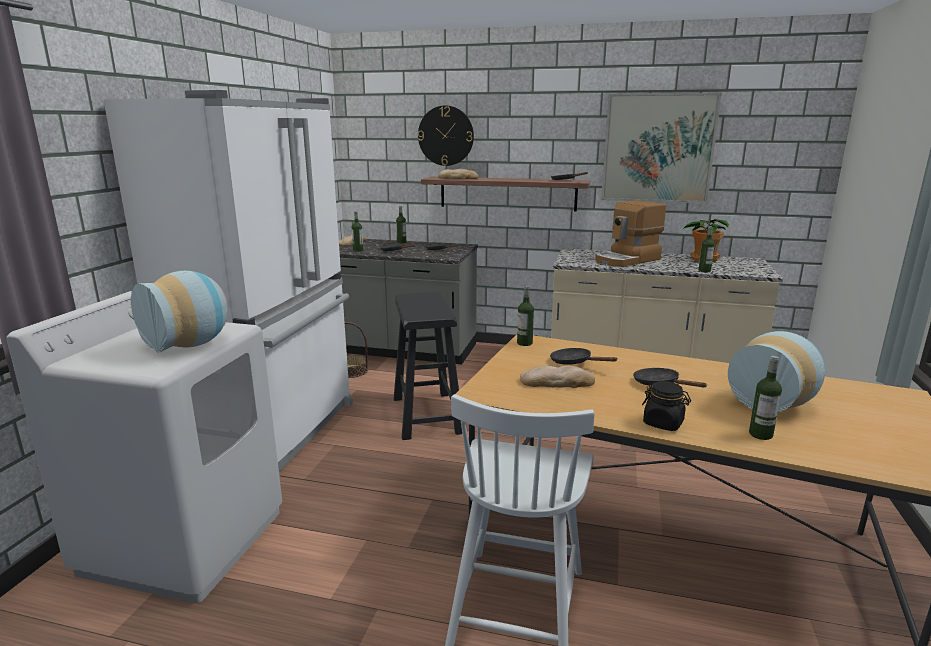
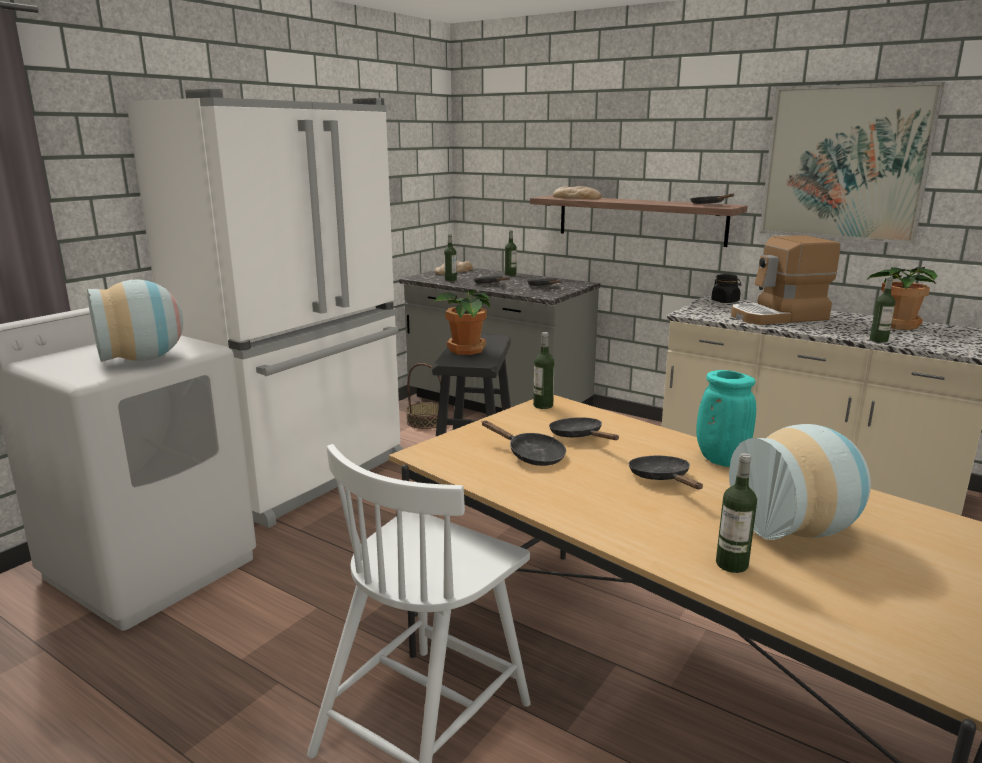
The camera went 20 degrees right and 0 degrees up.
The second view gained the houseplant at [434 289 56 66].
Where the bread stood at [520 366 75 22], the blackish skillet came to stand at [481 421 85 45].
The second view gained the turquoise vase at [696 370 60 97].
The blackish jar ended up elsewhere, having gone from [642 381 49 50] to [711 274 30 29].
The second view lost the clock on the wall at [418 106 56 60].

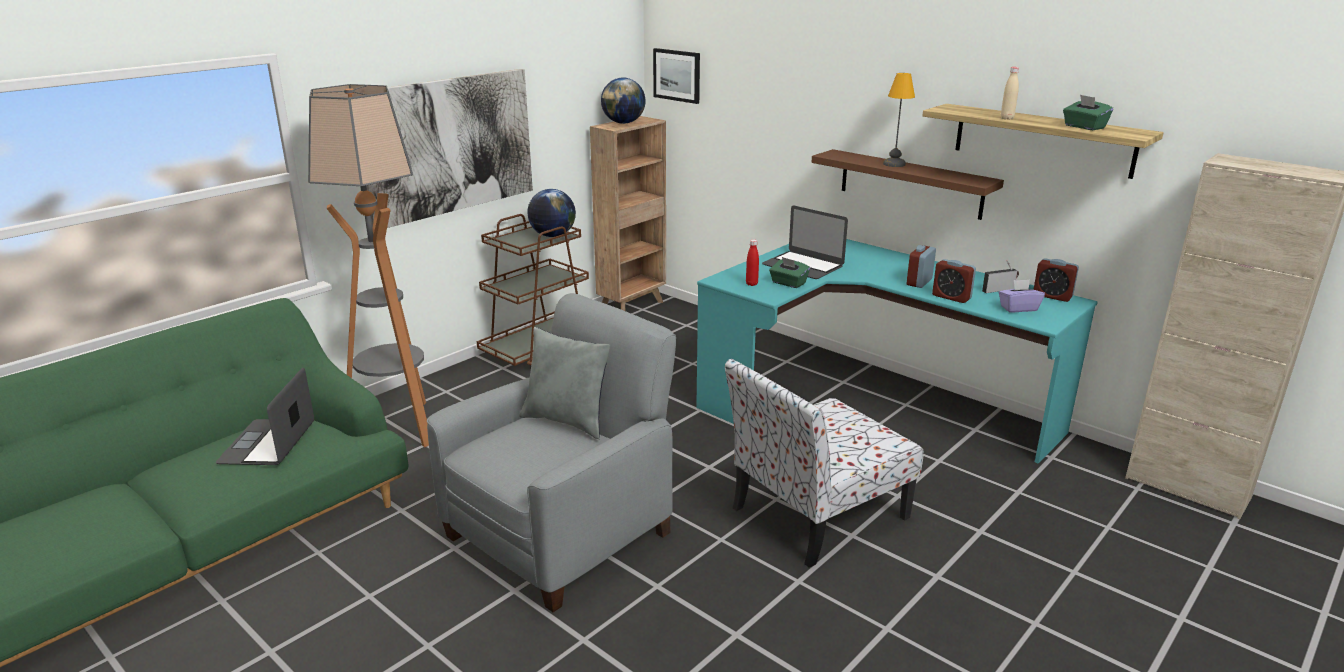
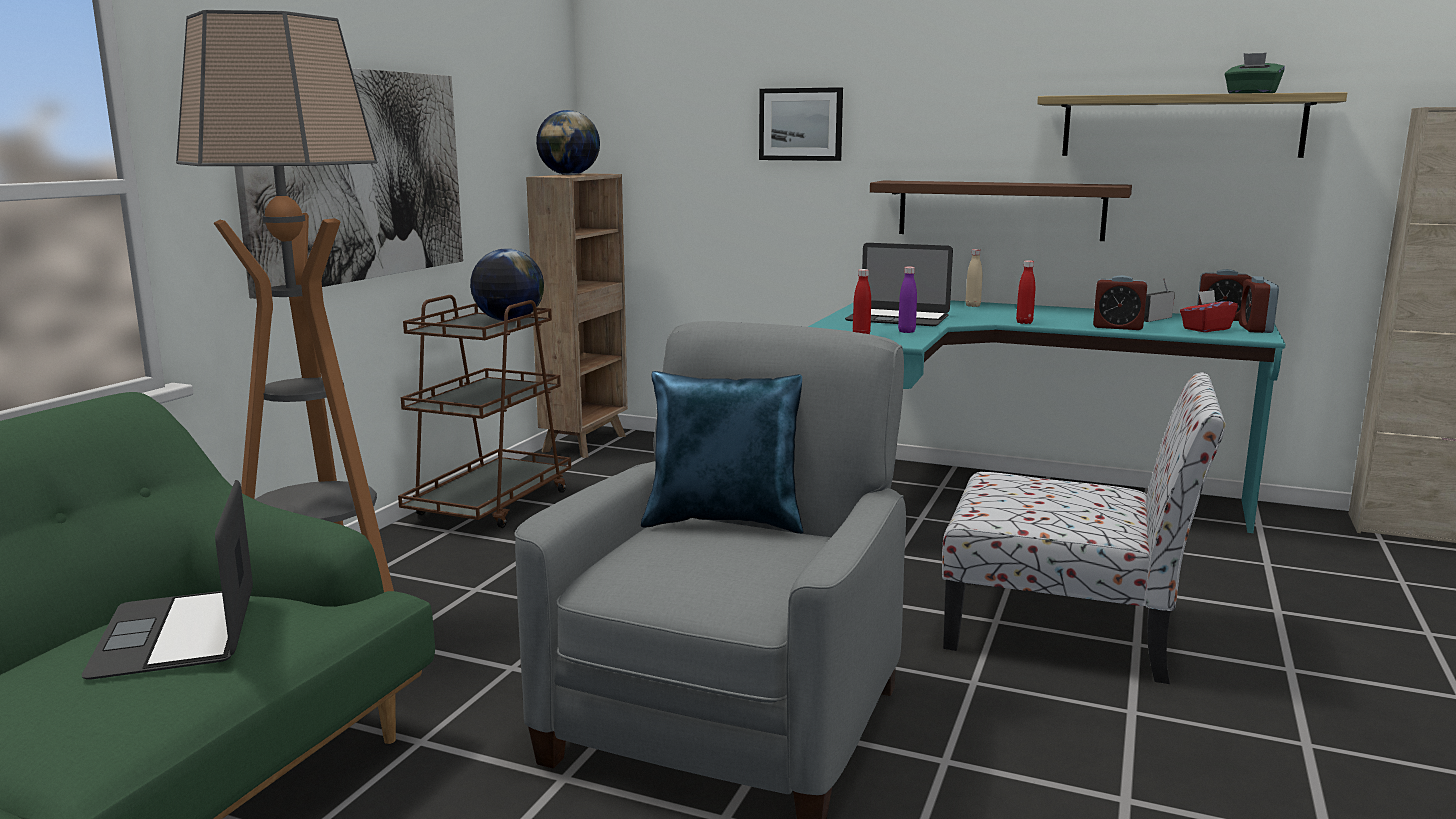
The camera went 20 degrees left and 10 degrees down.
What was the gray cushion at [519 327 91 112] turned into the blue-coloured cushion at [641 371 162 163].
The wall art ended up elsewhere, having gone from [653 48 47 56] to [759 87 84 74].
Where the green-coloured tissue holder stood at [769 257 41 31], the purple-coloured bottle came to stand at [898 267 19 66].
The upright chair at [725 359 199 209] ended up facing another way, 105 degrees counterclockwise from before.
The sand-coloured bottle ended up elsewhere, having gone from [1001 67 18 53] to [966 249 16 58].
The second view gained the red-coloured bottle at [1016 260 19 64].
What was the purple-coloured tissue holder at [999 279 46 34] turned into the red-coloured tissue holder at [1180 290 58 42].
The alarm clock ended up elsewhere, having gone from [907 245 29 43] to [1239 276 40 57].
The second view lost the lamp for a table at [883 73 32 94].

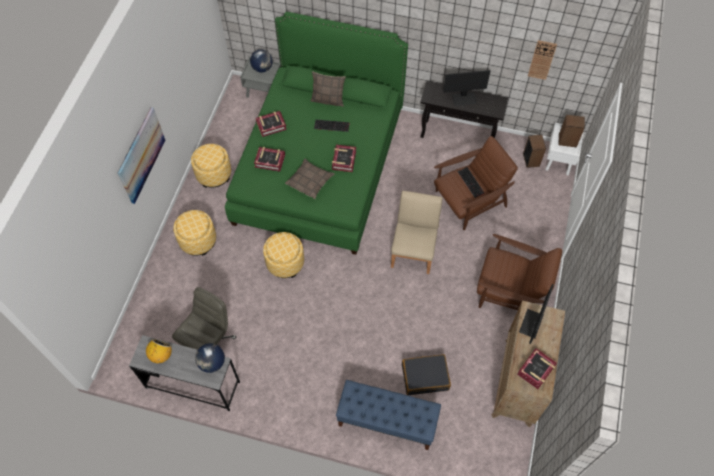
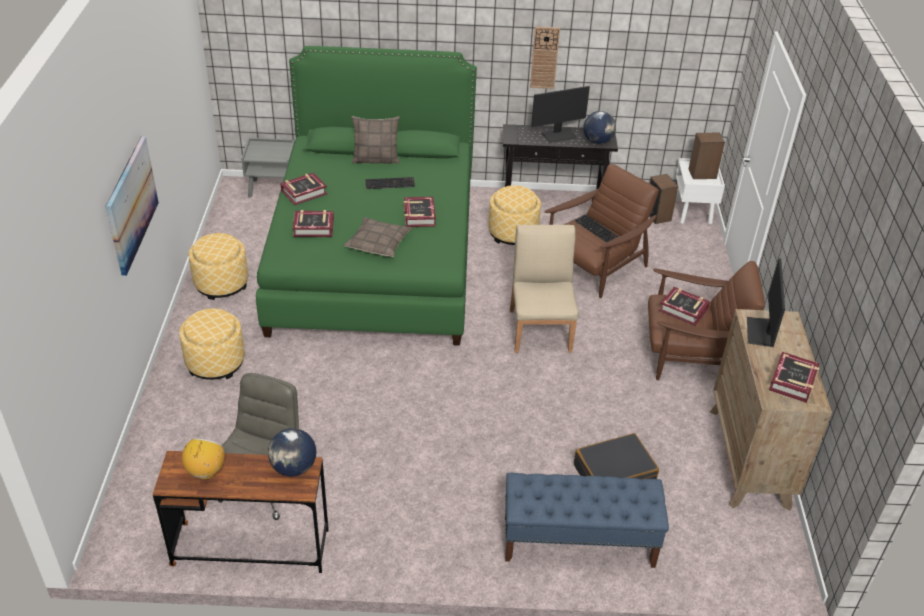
The camera went 15 degrees left and 20 degrees down.
What was the gray desk unit at [129 335 111 76] turned into the brownish desk unit at [153 451 176 122].
The footrest ended up elsewhere, having gone from [263 232 41 46] to [488 185 53 60].
The clock on the wall ended up elsewhere, having gone from [528 40 29 40] to [530 27 30 62].
The globe ended up elsewhere, having gone from [250 50 23 23] to [583 111 33 33].
The second view gained the volume at [659 287 51 39].

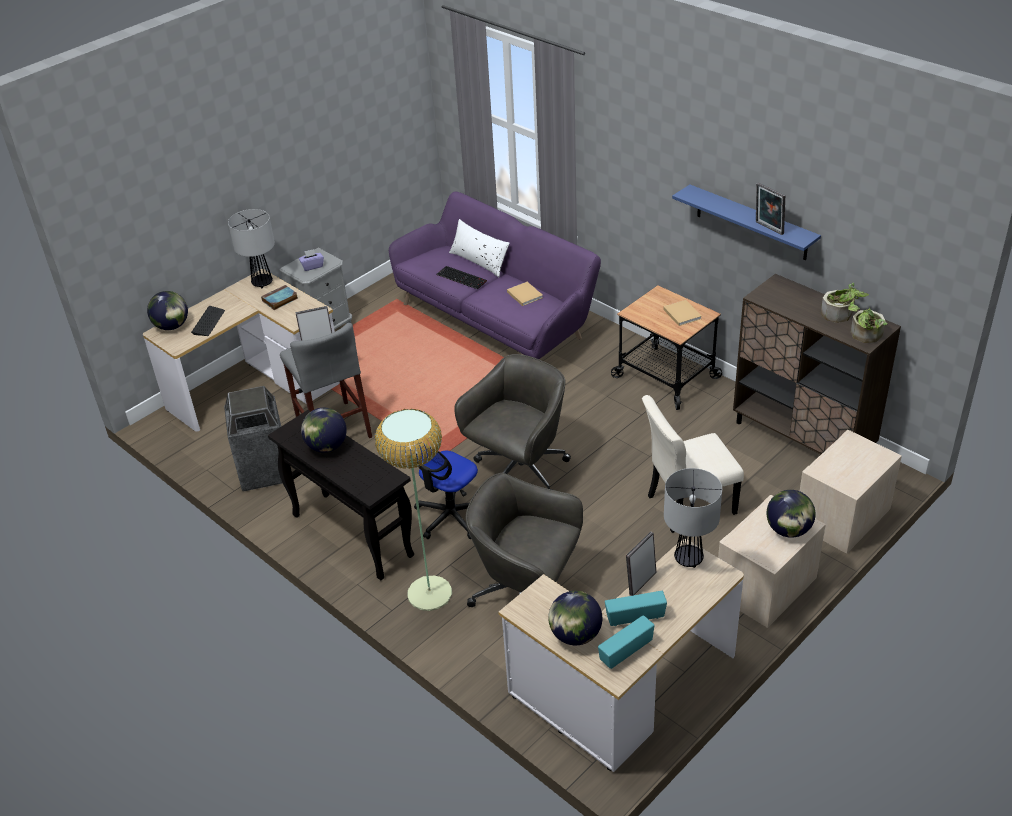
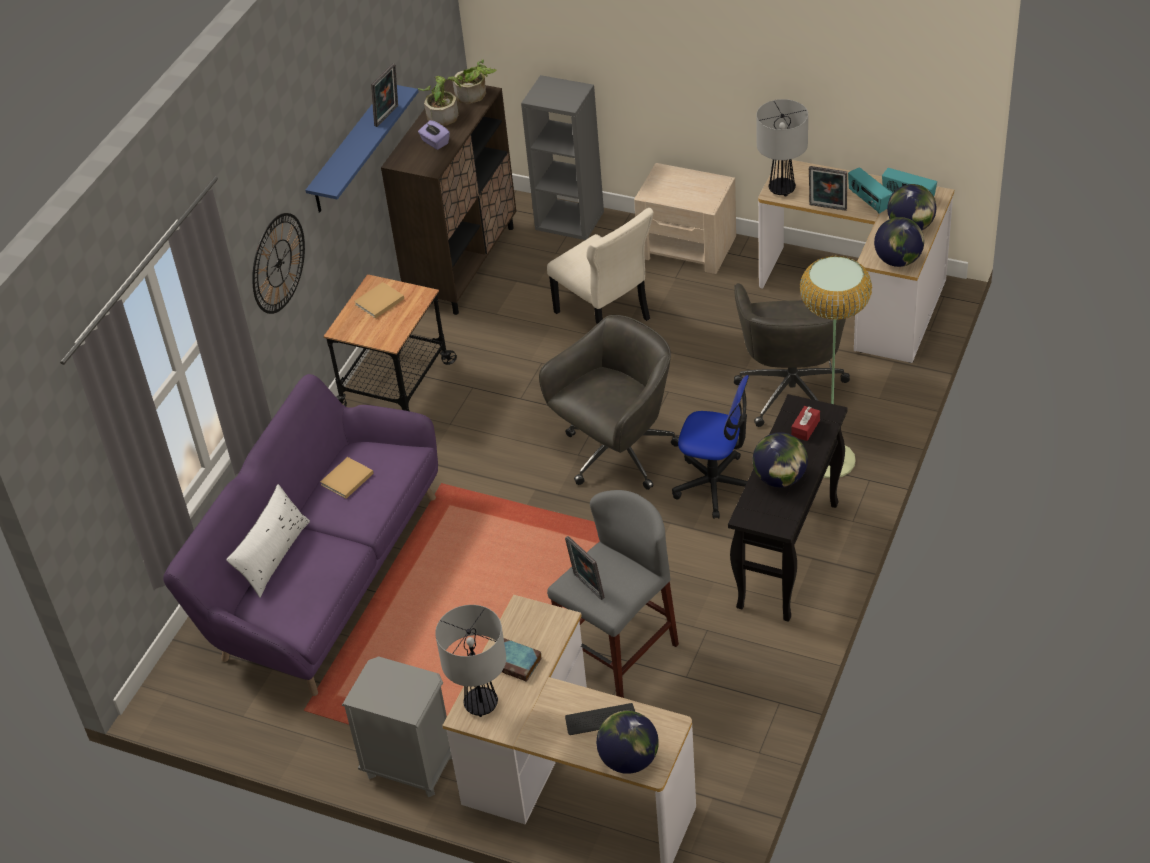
The camera went 110 degrees left and 5 degrees up.
The second view gained the clock on the wall at [252 213 53 101].
The purple-coloured tissue holder ended up elsewhere, having gone from [299 249 25 22] to [418 120 32 30].
Where the sand-coloured night table stood at [800 430 102 124], the gray bookshelf came to stand at [521 75 83 165].
The gray office chair at [454 354 117 136] ended up facing another way, 120 degrees clockwise from before.
The second view gained the red-coloured tissue holder at [791 406 29 35].
The globe ended up elsewhere, having gone from [767 490 49 48] to [874 217 50 50].
The second view lost the waste bin at [224 386 58 105].
The second view lost the keyboard at [436 266 51 23].

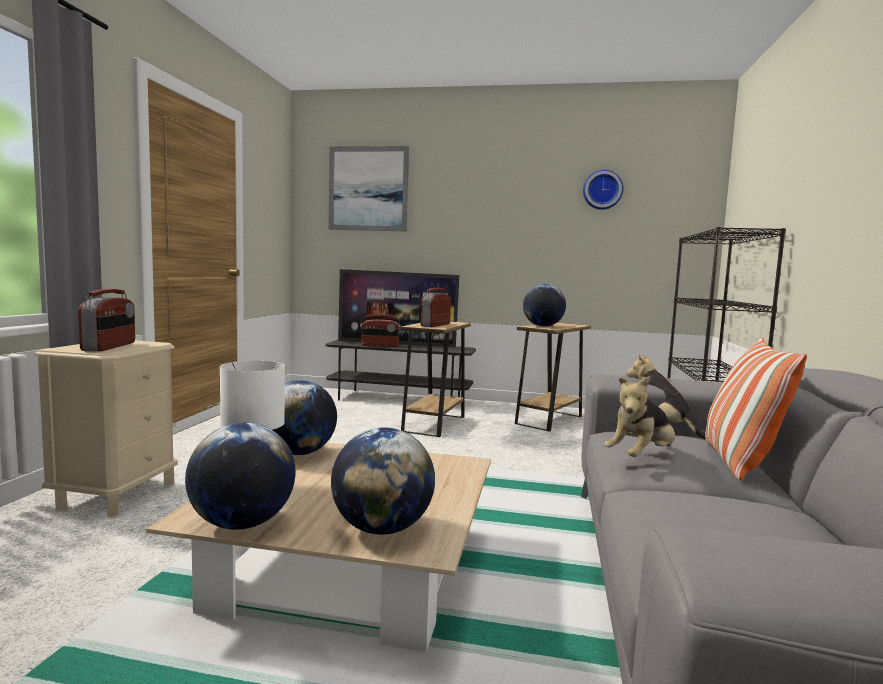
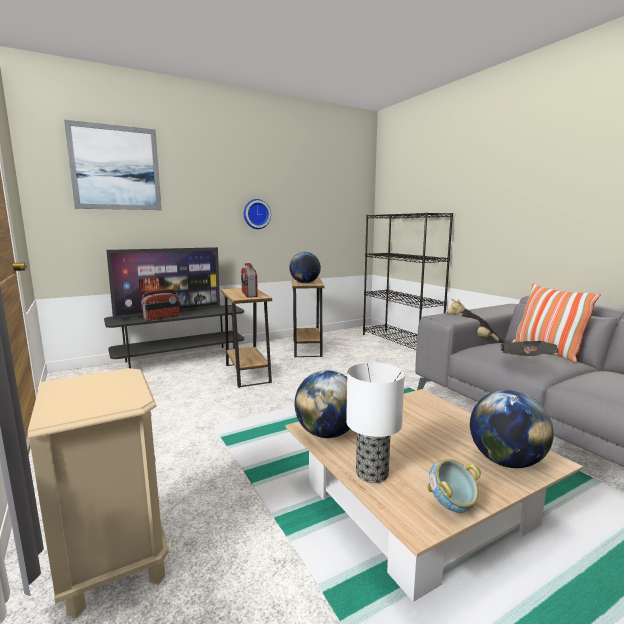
The camera went 40 degrees left and 5 degrees up.
The clock on the wall ended up elsewhere, having gone from [583 170 40 40] to [244 199 27 30].
Where the globe stood at [185 422 111 108], the serving bowl came to stand at [427 459 54 54].
Where the cuddly toy stood at [604 376 71 81], the printed paper came to stand at [501 341 58 15].
The second view lost the radio at [78 289 57 63].

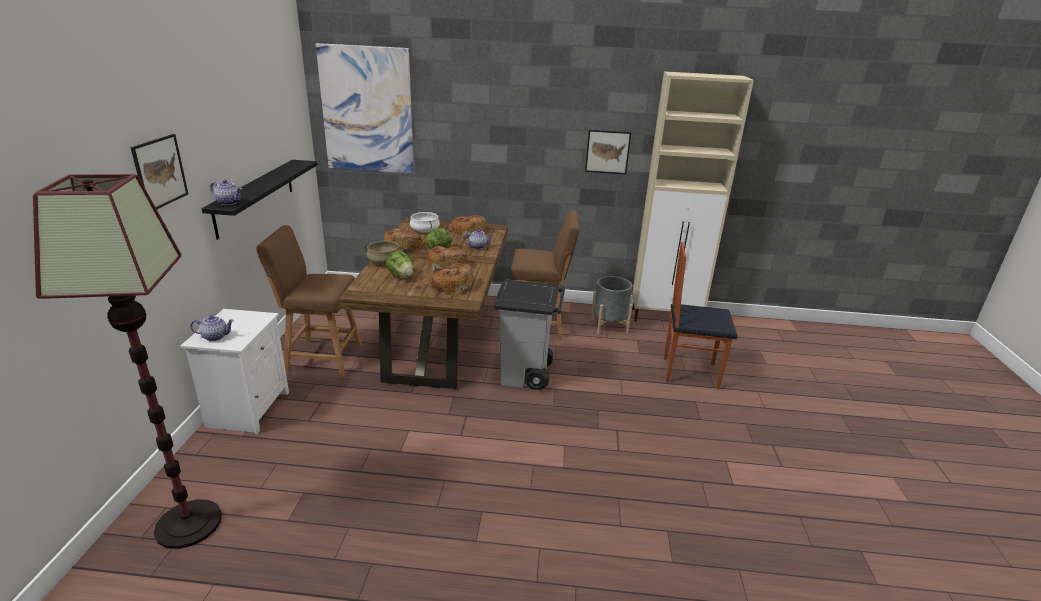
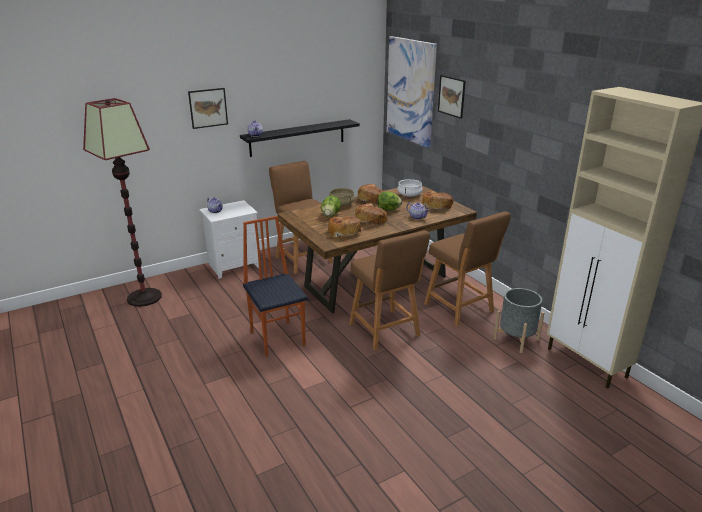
The camera went 55 degrees right and 0 degrees up.
The upright chair ended up elsewhere, having gone from [664 242 74 147] to [243 216 65 141].
Where the gray waste bin stood at [494 279 71 111], the brownish stool came to stand at [349 230 81 121].
The wall art ended up elsewhere, having gone from [585 130 46 44] to [438 75 28 44].

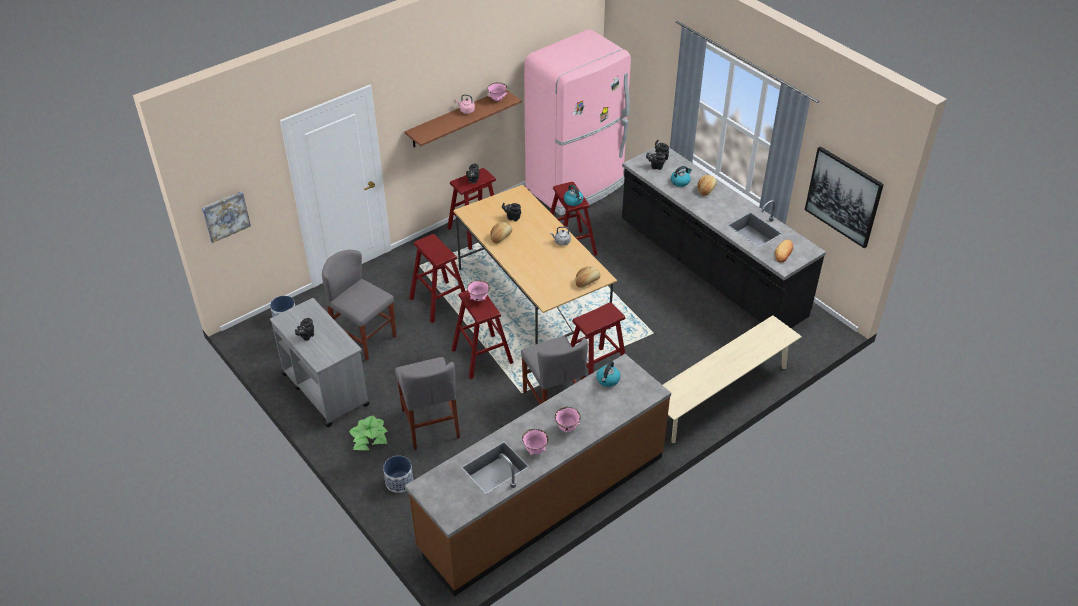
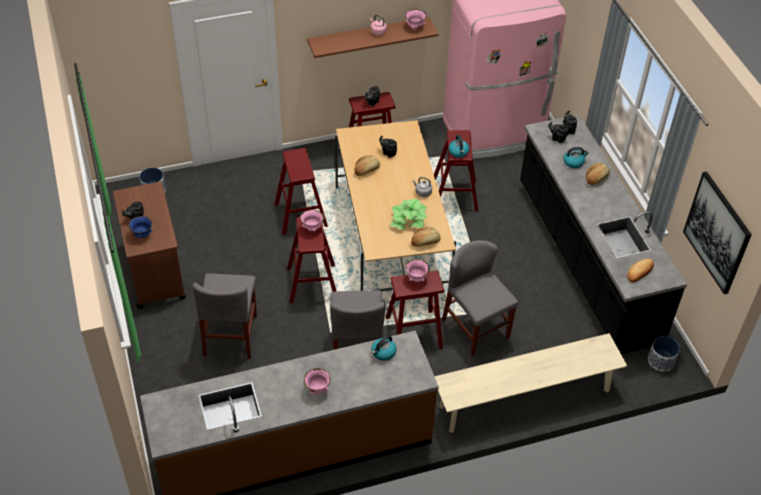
The camera went 20 degrees right and 5 degrees up.
What was the gray trolley at [270 298 100 129] turned into the brownish trolley at [113 181 73 128].
The second view gained the blue-coloured serving bowl at [129 216 24 23].
The houseplant ended up elsewhere, having gone from [349 416 38 34] to [390 199 37 31].
The pink serving bowl ended up elsewhere, having gone from [522 429 27 26] to [406 259 23 23].
The gray upright chair ended up elsewhere, having gone from [322 250 75 110] to [442 240 76 117].
The planter ended up elsewhere, having gone from [383 456 30 37] to [648 336 32 35].
The second view lost the wall art at [202 191 49 52].

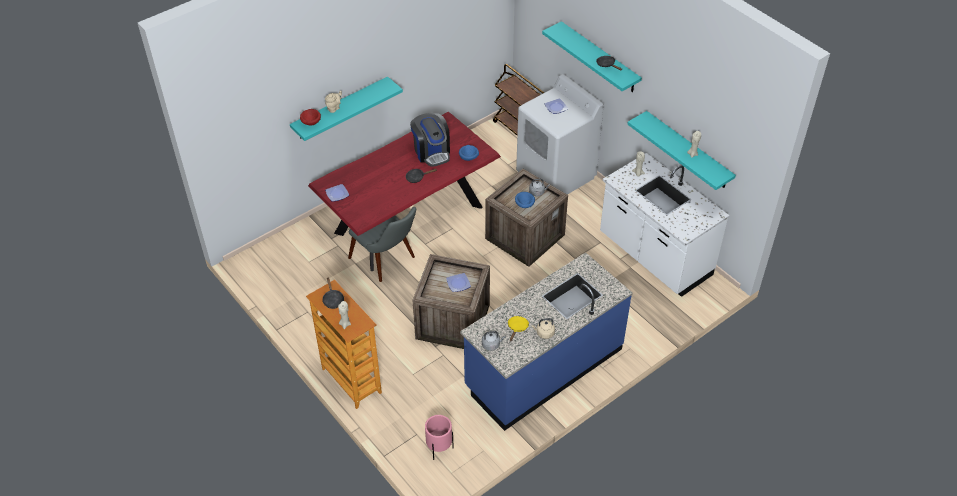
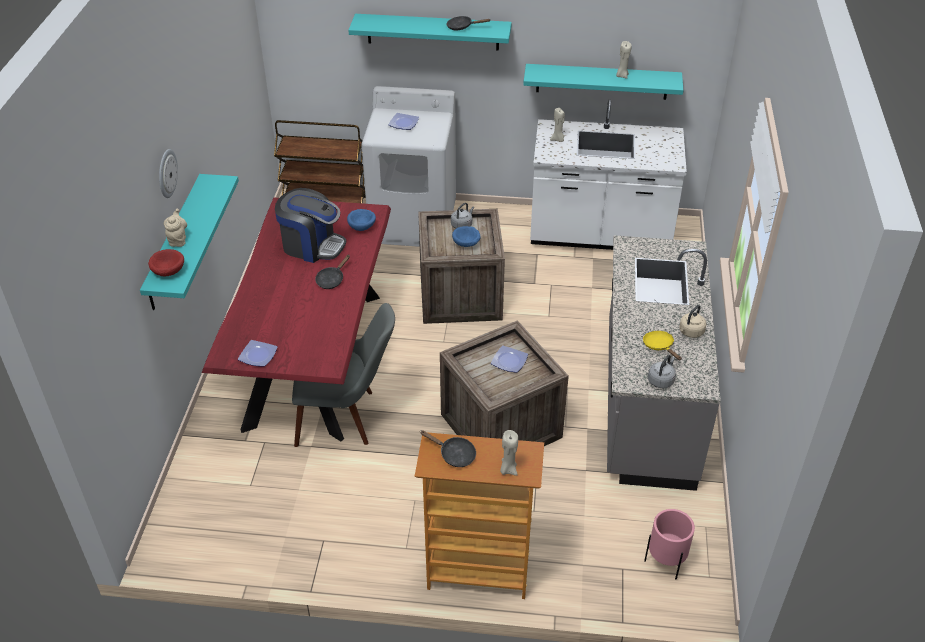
The camera went 45 degrees left and 5 degrees down.
The second view gained the clock on the wall at [159 149 19 49].
What was the blue-coloured kitchen counter at [460 252 173 179] turned into the gray kitchen counter at [607 235 114 256].

